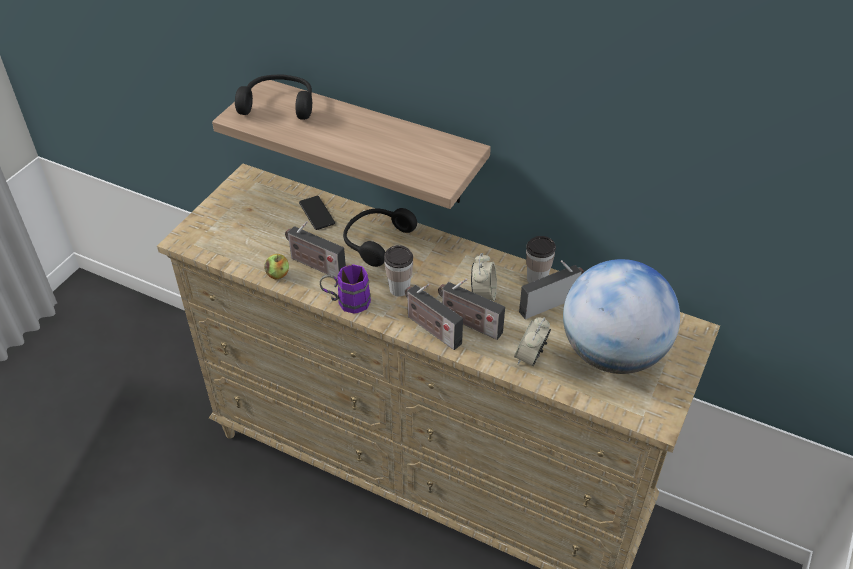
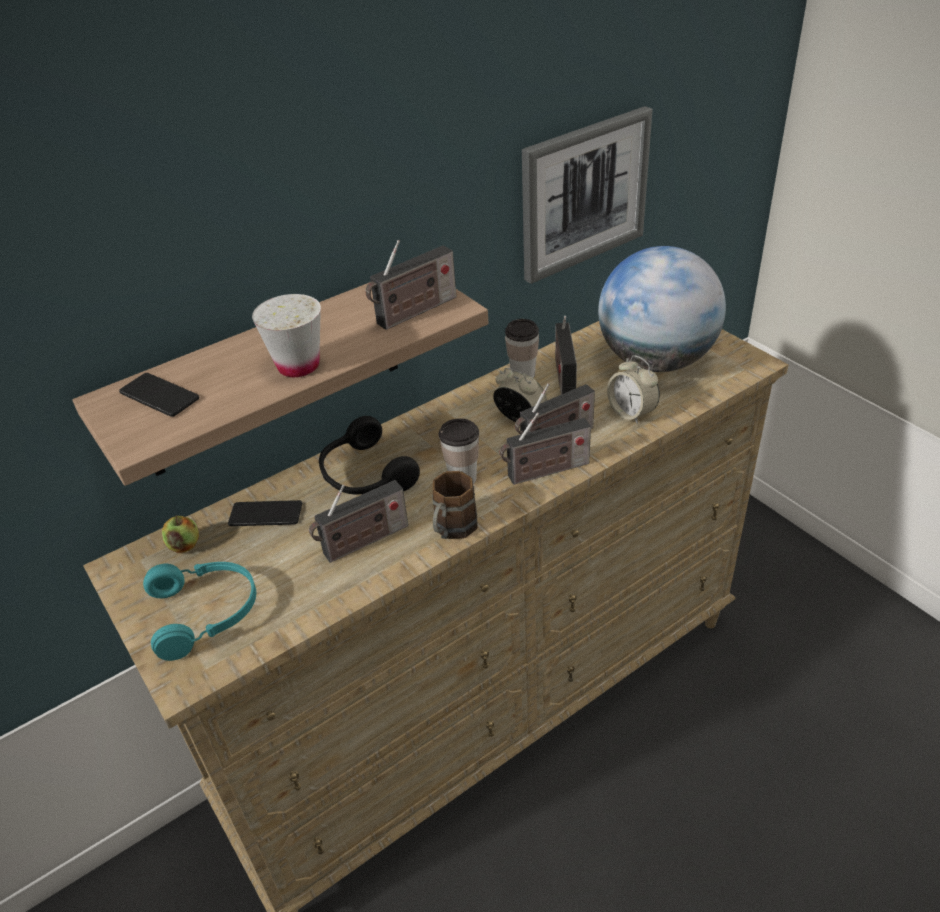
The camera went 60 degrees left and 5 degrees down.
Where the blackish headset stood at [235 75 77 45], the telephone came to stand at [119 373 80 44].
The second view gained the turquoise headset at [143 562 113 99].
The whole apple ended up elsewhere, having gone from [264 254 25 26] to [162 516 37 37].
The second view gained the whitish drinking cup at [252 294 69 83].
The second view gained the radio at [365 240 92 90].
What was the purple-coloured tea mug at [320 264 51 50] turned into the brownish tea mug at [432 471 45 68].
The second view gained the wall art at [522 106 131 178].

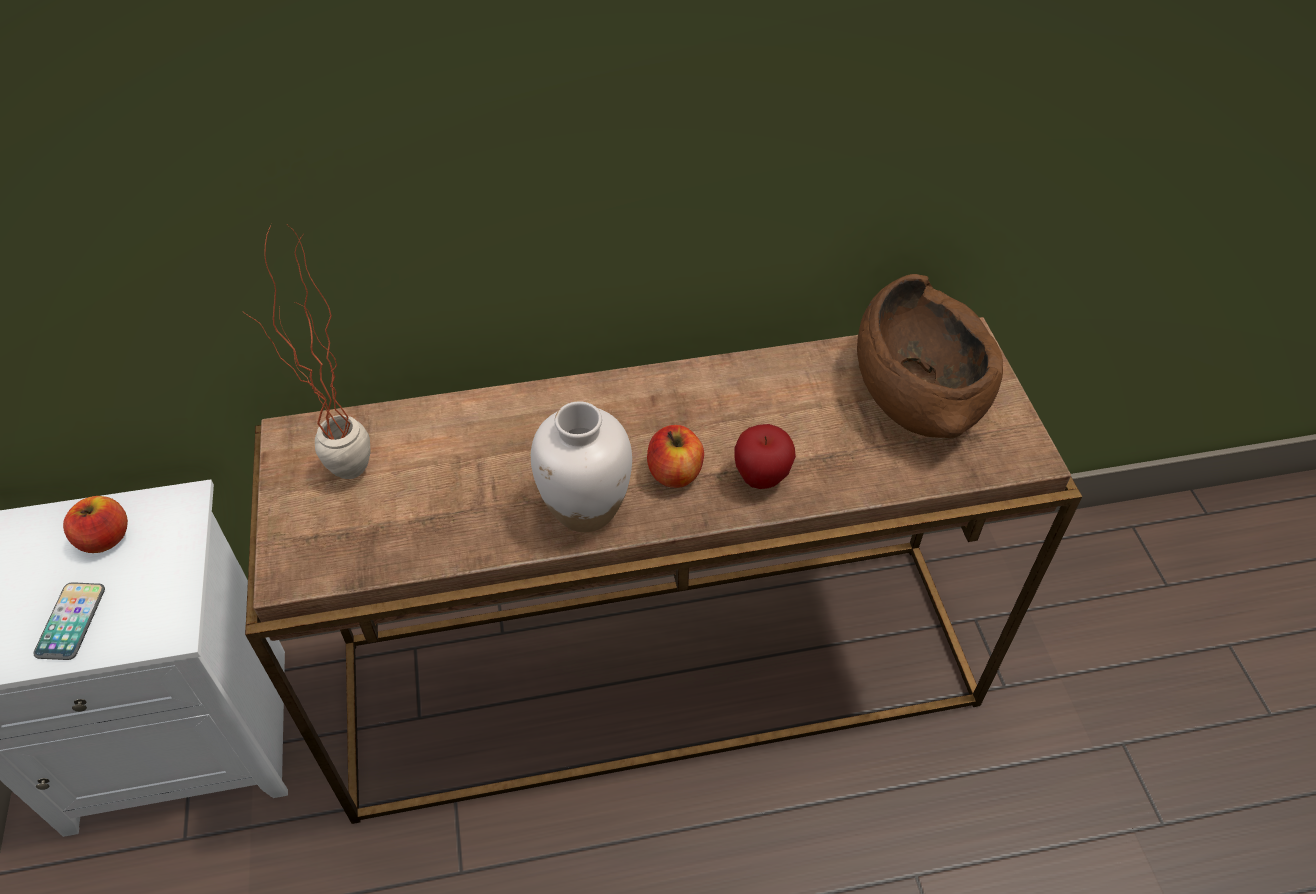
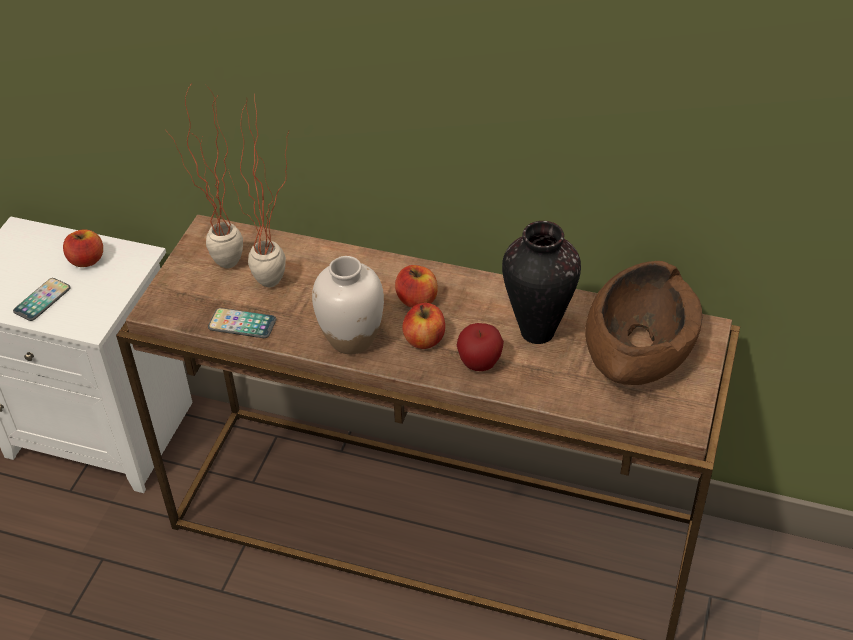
The camera went 30 degrees right and 5 degrees down.
The second view gained the telephone at [208 308 68 30].
The second view gained the houseplant at [229 95 60 192].
The second view gained the whole apple at [395 265 43 43].
The second view gained the vase at [502 221 79 123].

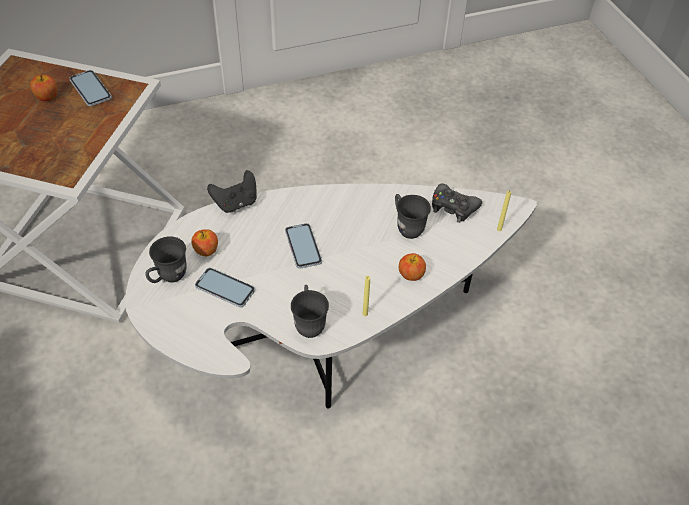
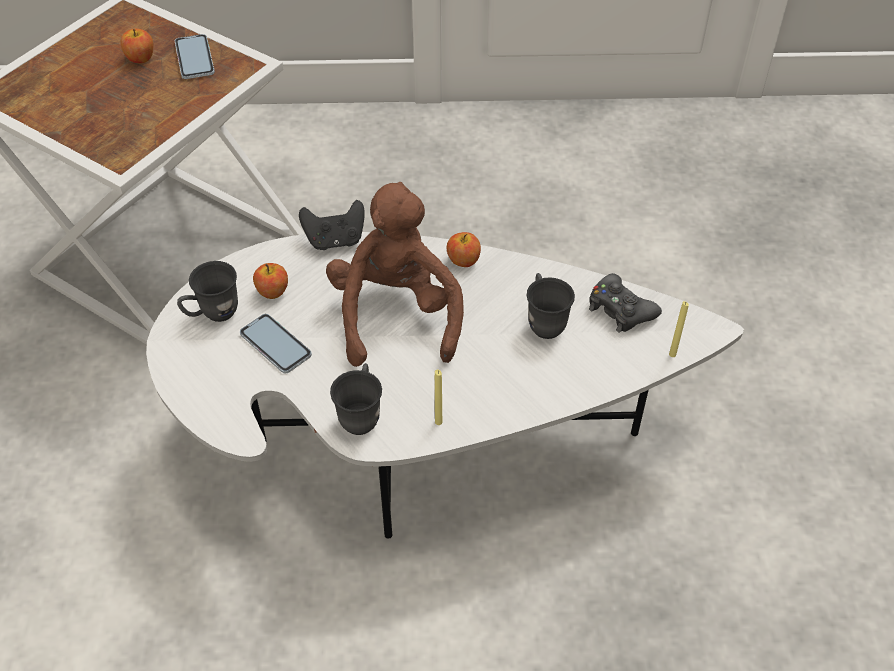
The camera went 20 degrees right and 0 degrees up.
Where the telephone stood at [285 223 37 46], the brownish cuddly toy came to stand at [326 182 138 185].
The whole apple ended up elsewhere, having gone from [399 253 27 28] to [447 232 34 35].

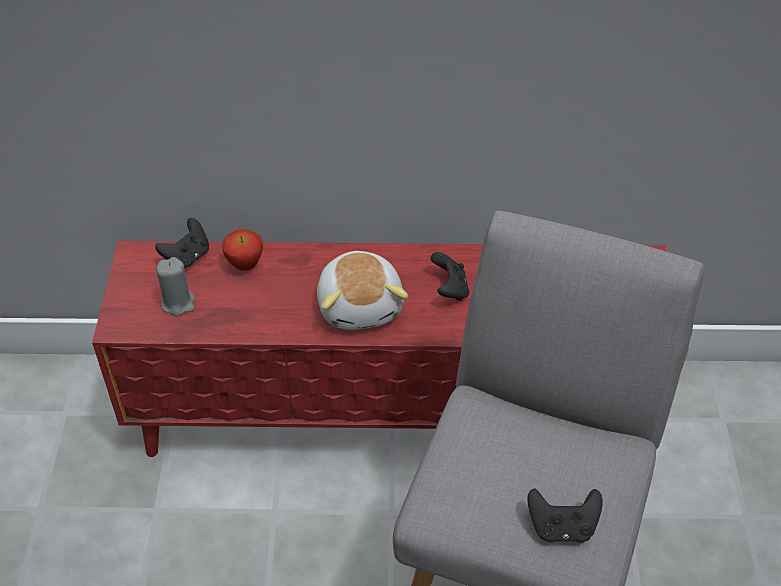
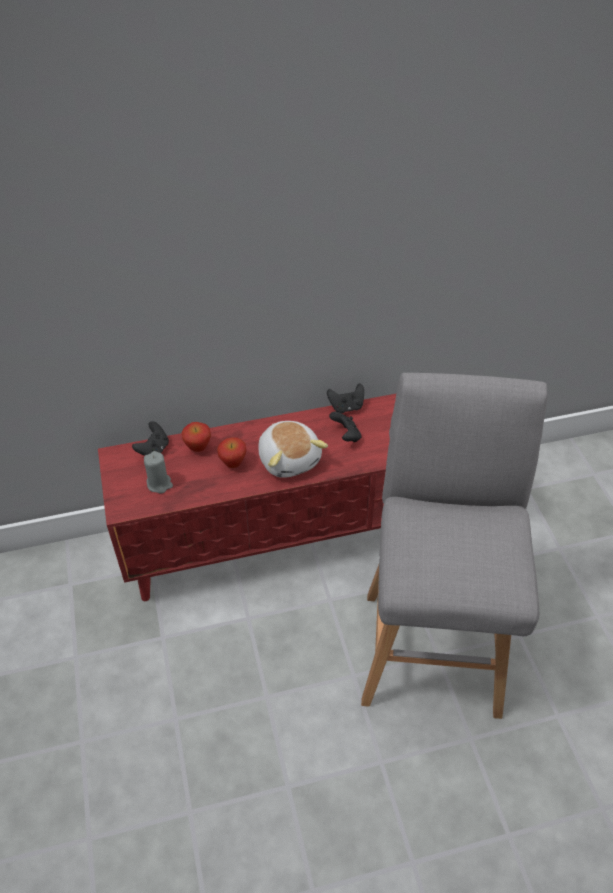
The camera went 15 degrees left and 0 degrees up.
The second view gained the whole apple at [217 437 29 31].
The blackish game controller ended up elsewhere, having gone from [527 488 76 55] to [327 383 37 30].

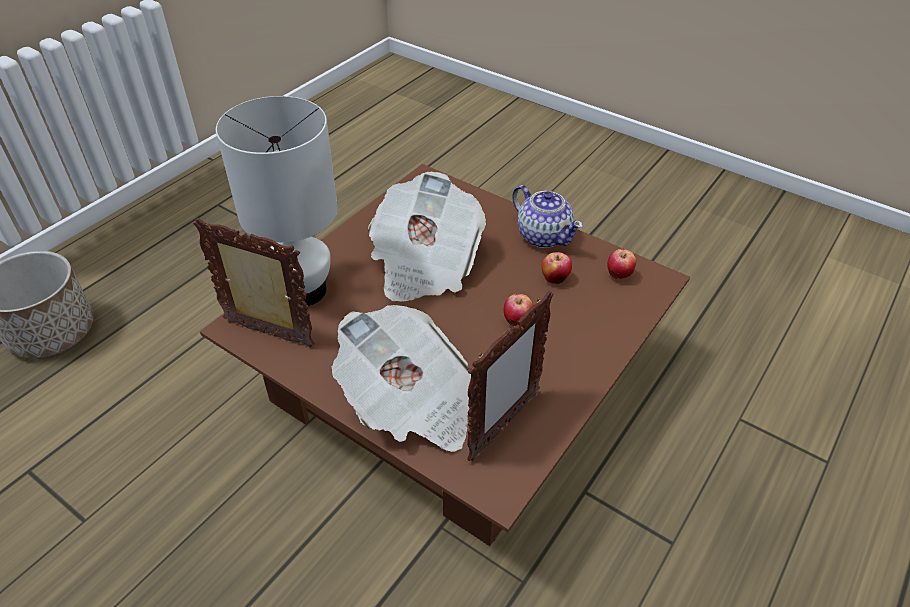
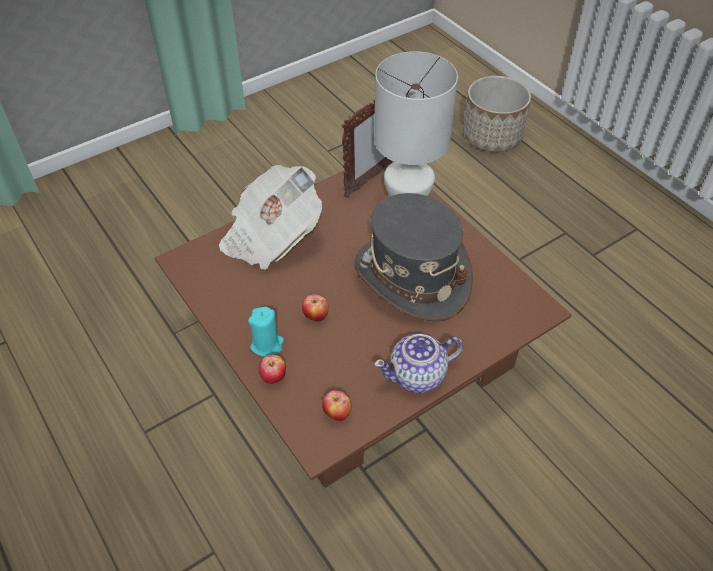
The camera went 110 degrees right and 5 degrees up.
The second view gained the turquoise candle at [248 307 36 50].
The whole apple ended up elsewhere, having gone from [542 252 30 32] to [259 355 27 29].
Where the printed paper stood at [368 172 118 129], the gray clothing hat came to stand at [354 193 119 129].
The second view lost the standing frame at [467 290 86 171].

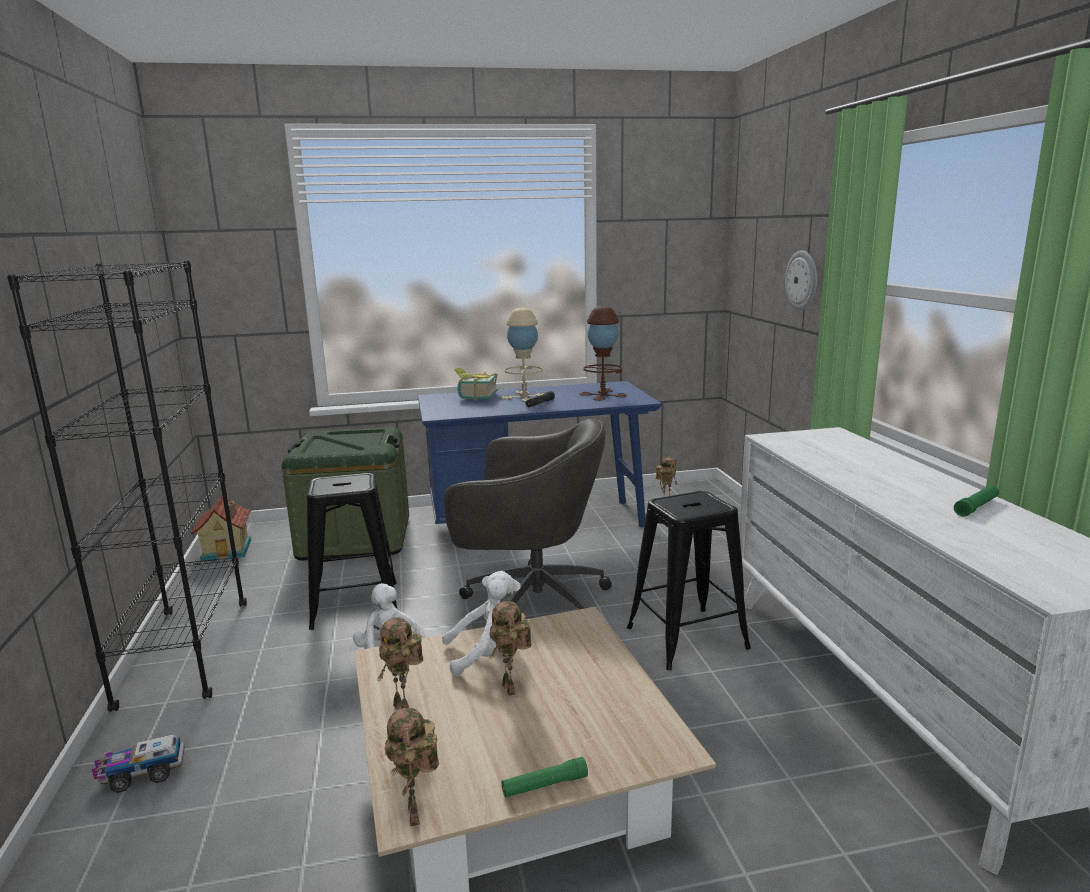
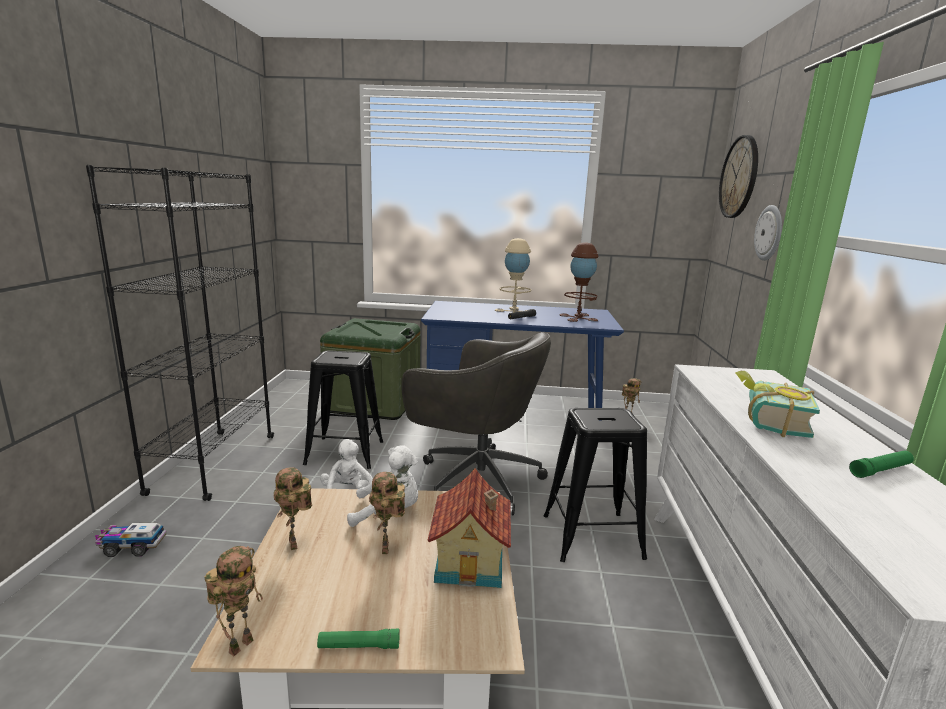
The camera went 15 degrees right and 0 degrees up.
The toy robot at [384 708 55 118] ended up facing another way, 150 degrees counterclockwise from before.
The model house ended up elsewhere, having gone from [191 495 60 67] to [428 468 83 120].
The second view gained the clock on the wall at [719 135 39 83].
The volume ended up elsewhere, having gone from [454 368 44 33] to [735 371 85 67].

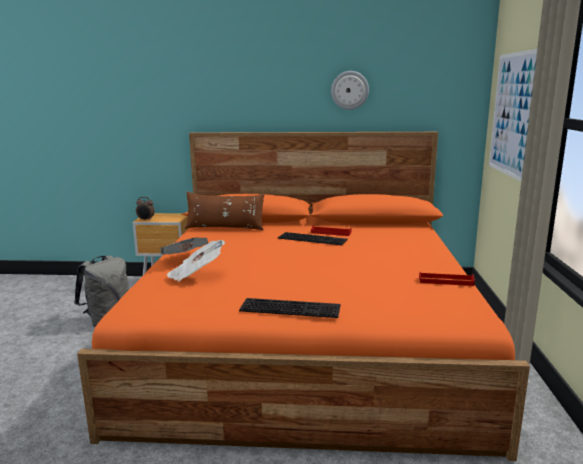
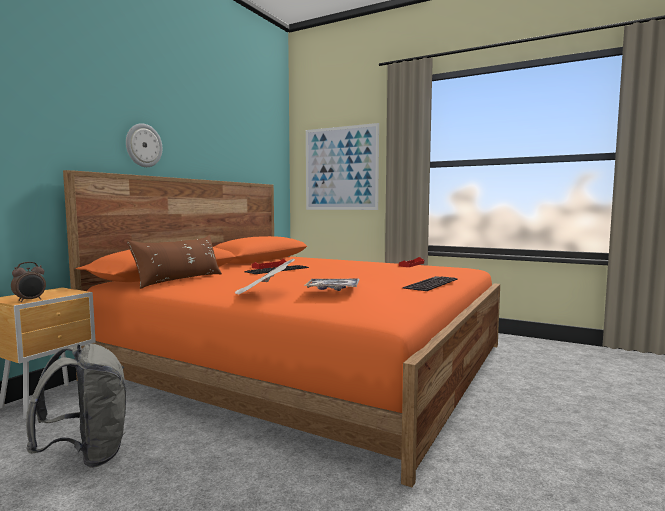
The camera went 65 degrees left and 10 degrees down.
The clock on the wall ended up elsewhere, having gone from [331 71 38 39] to [126 123 36 44].
Where the printed paper stood at [167 240 58 42], the carrying tray came to stand at [304 278 56 13].

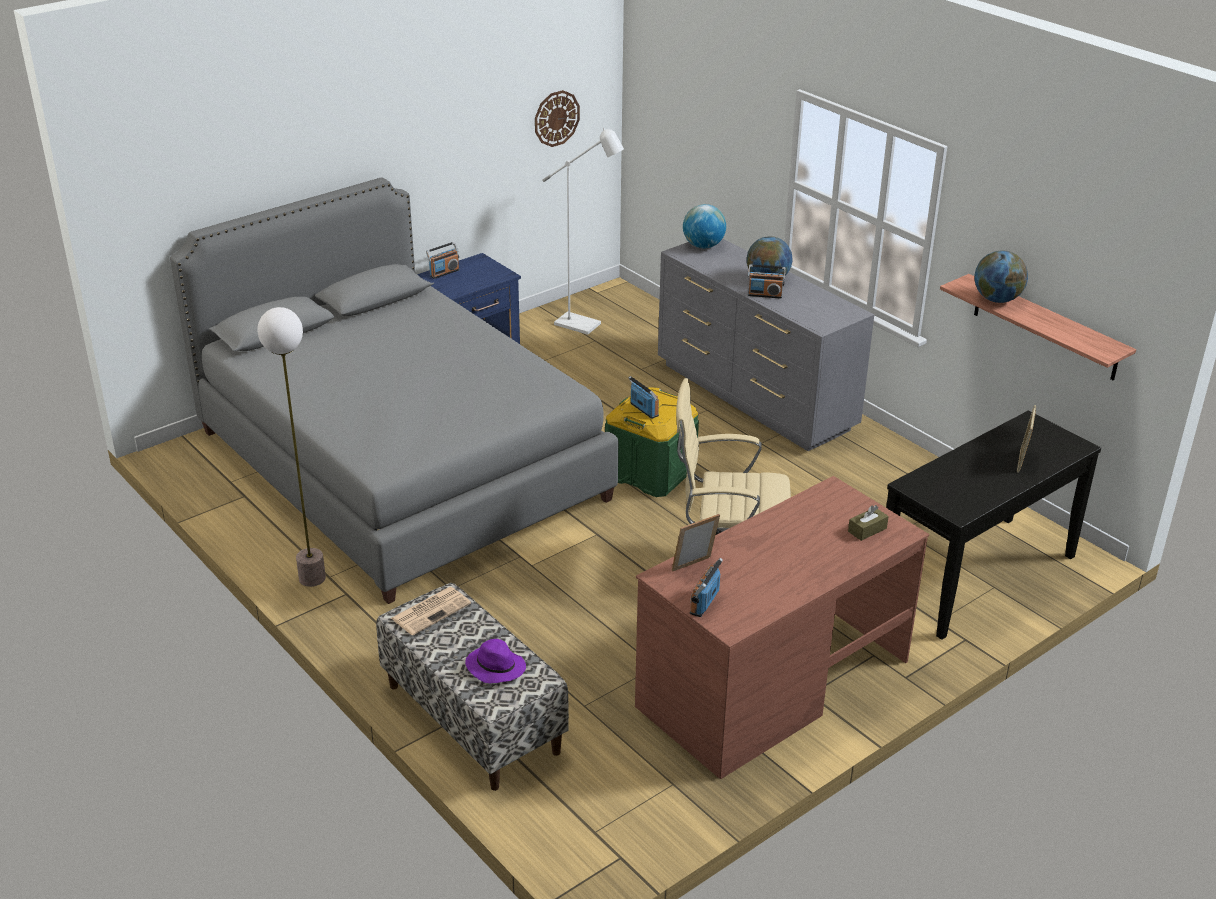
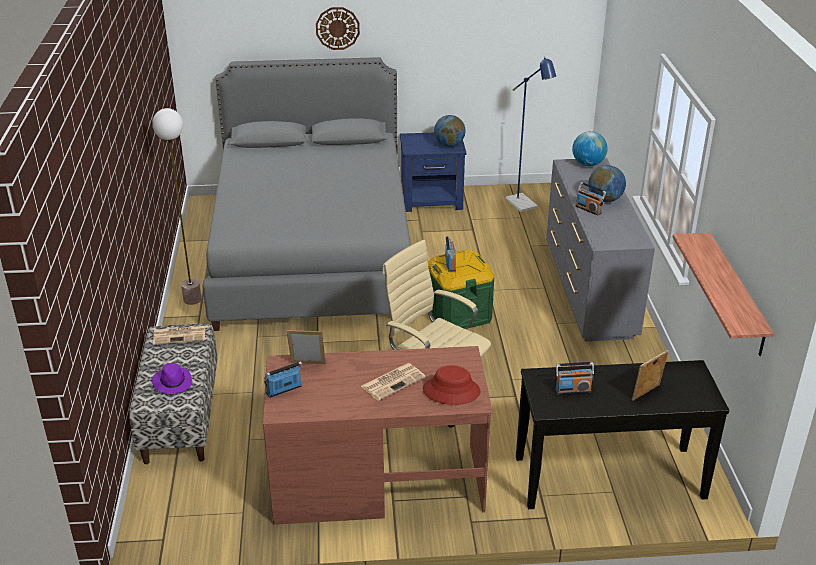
The camera went 35 degrees right and 0 degrees up.
The clock on the wall ended up elsewhere, having gone from [535 90 45 57] to [316 7 44 43].
The second view gained the printed paper at [361 363 64 38].
Where the brownish tissue holder stood at [848 505 41 36], the red-coloured clothing hat came to stand at [423 365 58 40].
The globe ended up elsewhere, having gone from [974 250 54 53] to [434 115 32 32].
What was the whitish floor lamp at [542 127 82 208] turned into the blue-coloured floor lamp at [506 57 50 155].
The radio ended up elsewhere, having gone from [426 242 34 37] to [555 362 39 33].

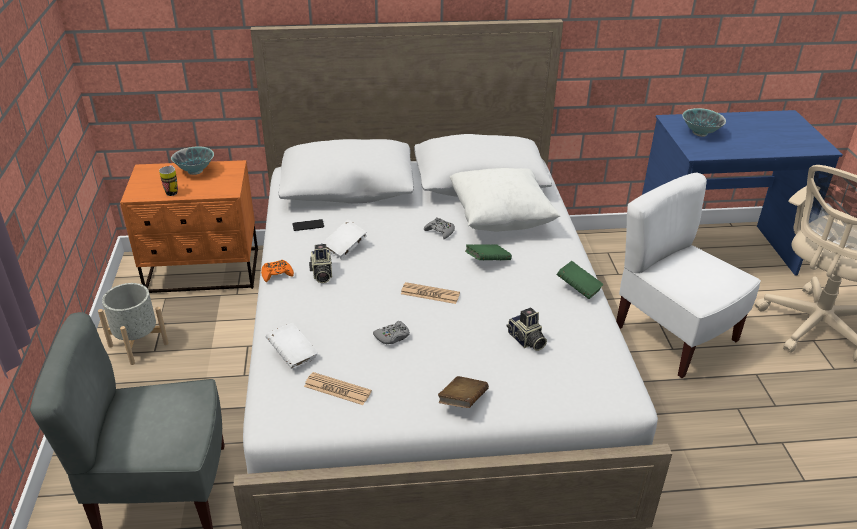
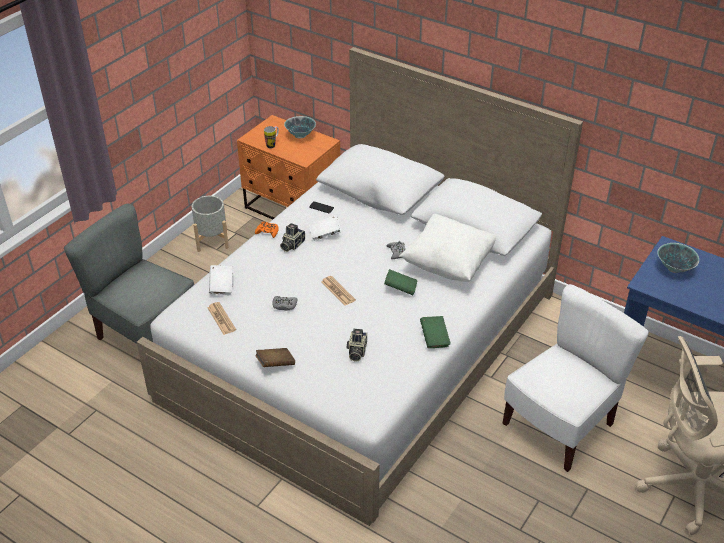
The camera went 40 degrees right and 5 degrees up.
The whitish upright chair at [616 173 145 205] ended up facing another way, 45 degrees clockwise from before.

